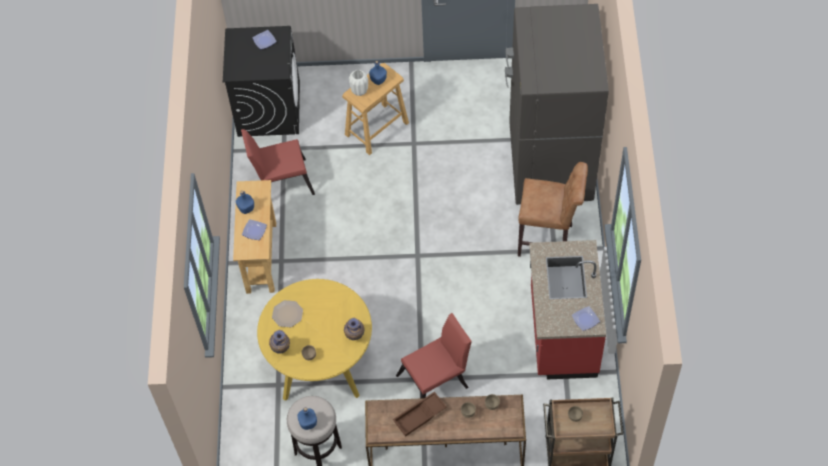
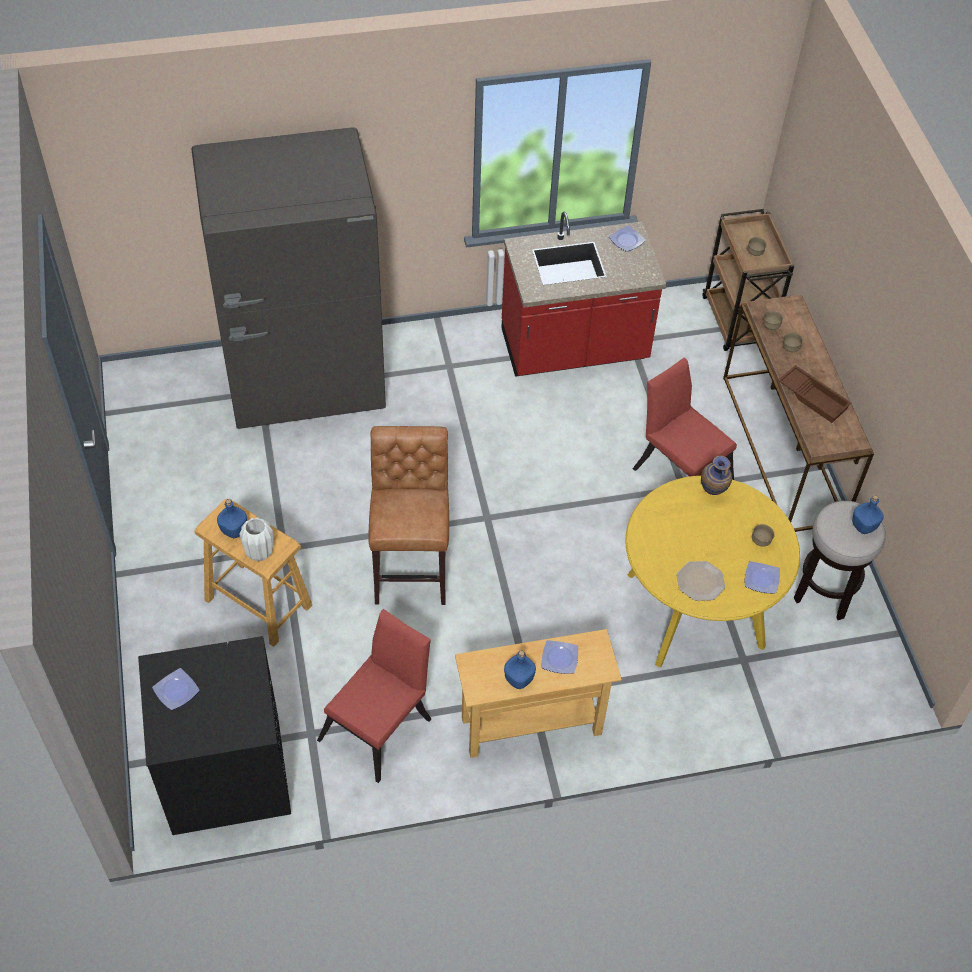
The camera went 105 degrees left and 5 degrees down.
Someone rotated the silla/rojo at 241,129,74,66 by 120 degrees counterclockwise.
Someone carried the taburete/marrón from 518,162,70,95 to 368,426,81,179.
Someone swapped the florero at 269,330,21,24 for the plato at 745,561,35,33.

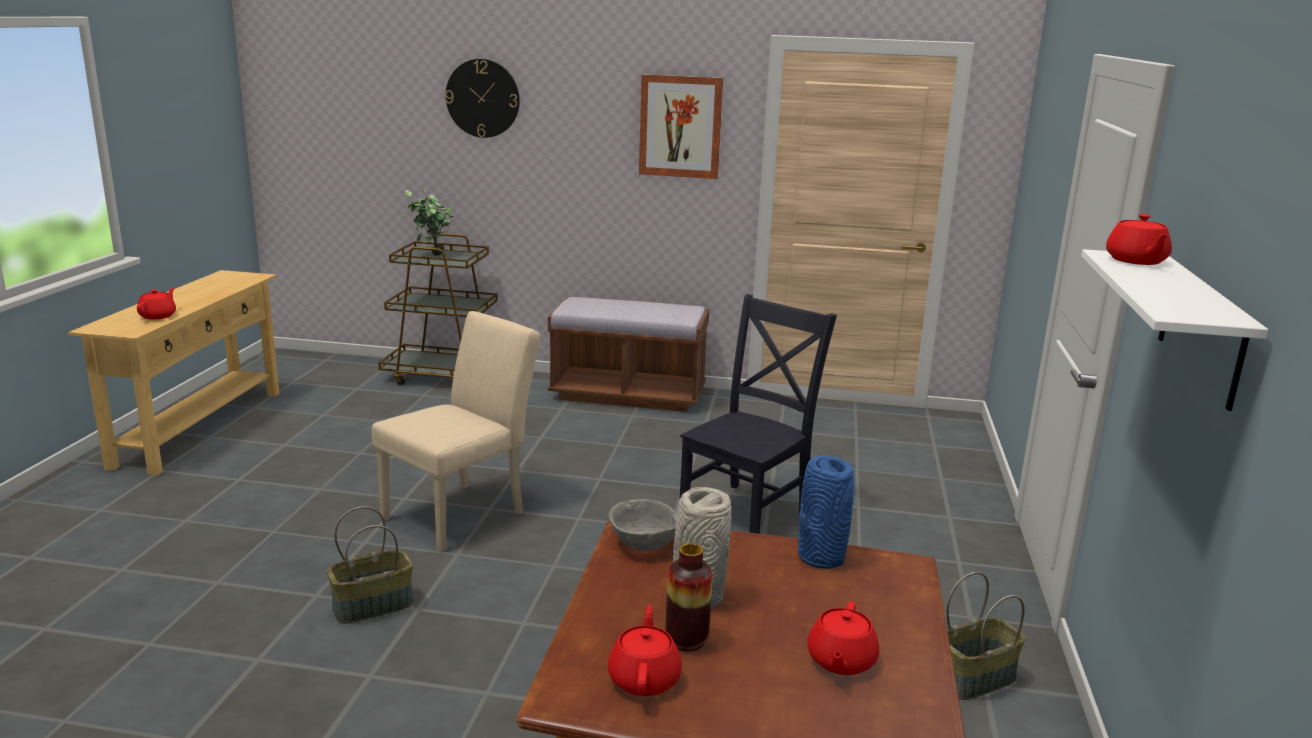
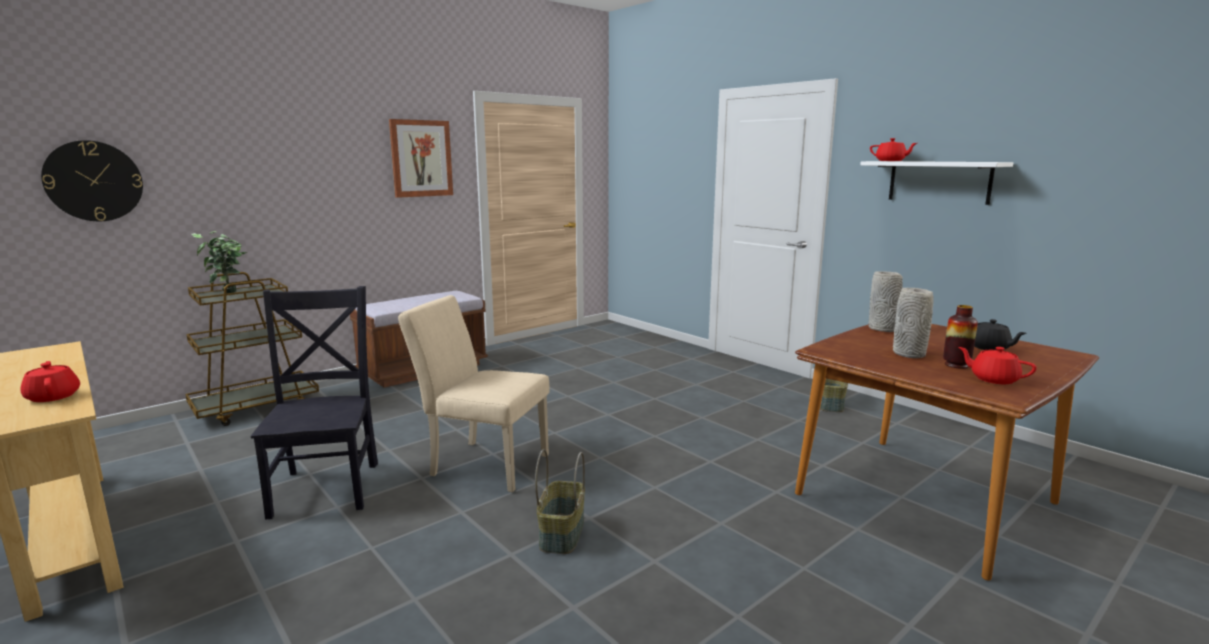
The camera went 50 degrees left and 5 degrees down.
Someone carried the reloj de pared from 445,59,75,79 to 41,140,102,81.
Someone carried the silla/negro from 679,294,158,240 to 251,286,127,234.
Someone rotated the silla/beis at 371,311,169,241 by 60 degrees counterclockwise.
Someone repainted the florero/azul at 798,456,56,113, which became the florero/gris at 869,271,34,61.
Someone took away the cuenco/gris at 609,499,69,52.
Someone repainted the tetera/rojo at 807,602,72,73, which became the tetera/negro at 974,319,53,32.

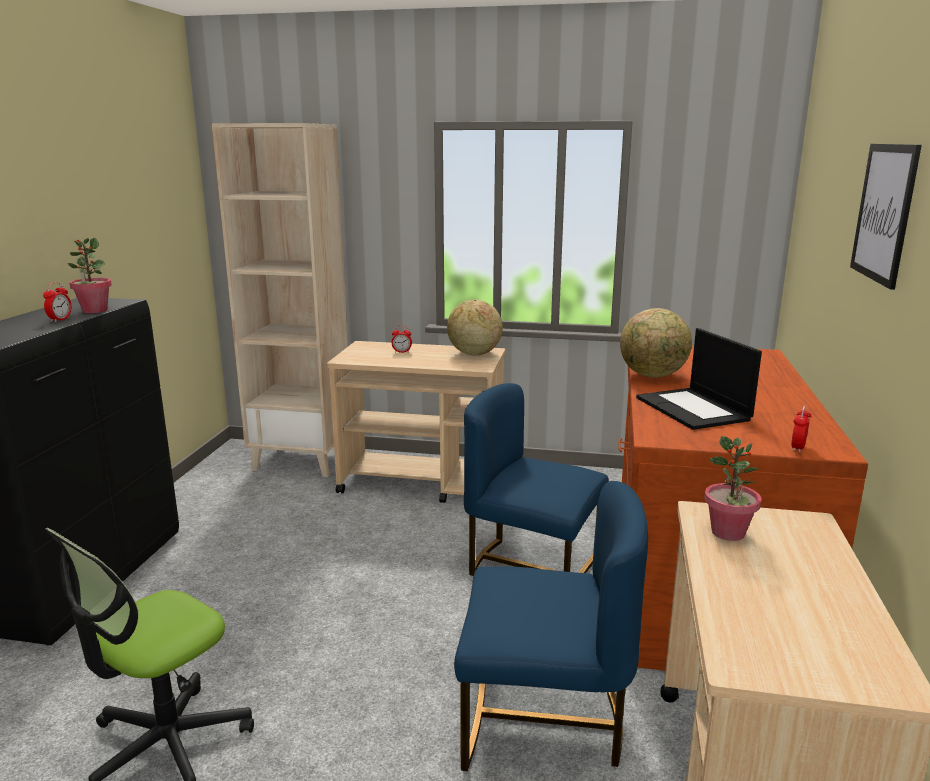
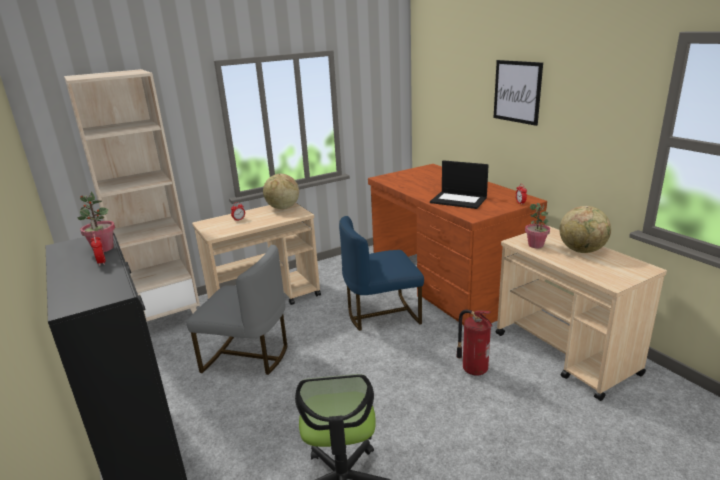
The camera went 40 degrees left and 5 degrees up.
Someone carried the globo terráqueo from 620,308,72,70 to 559,206,52,47.
Someone swapped the silla/azul at 454,481,194,290 for the extintor at 456,310,36,66.
Someone put down the silla/gris at 187,245,100,130.

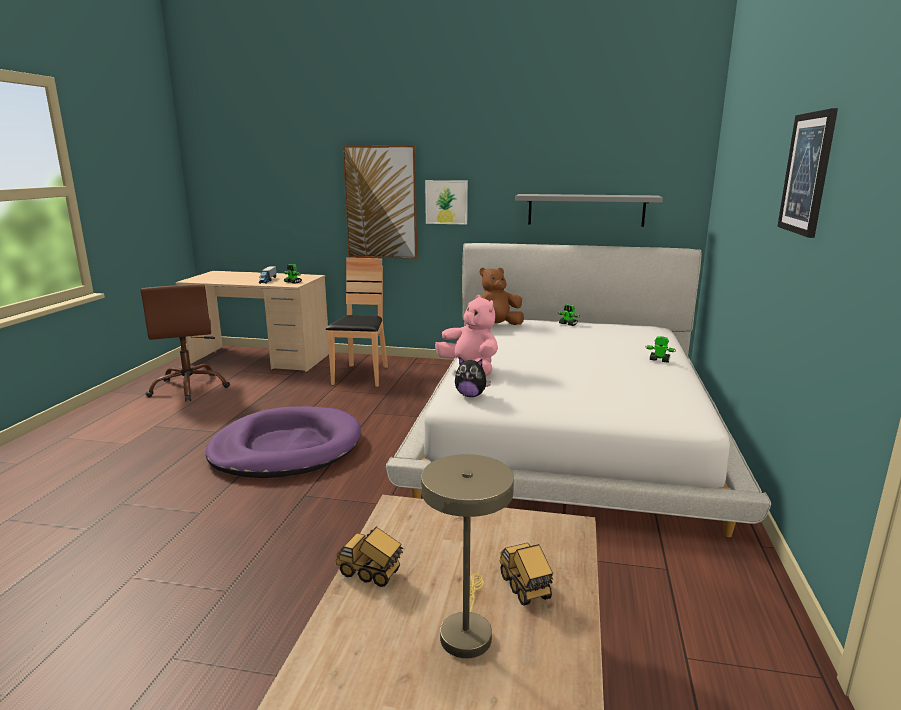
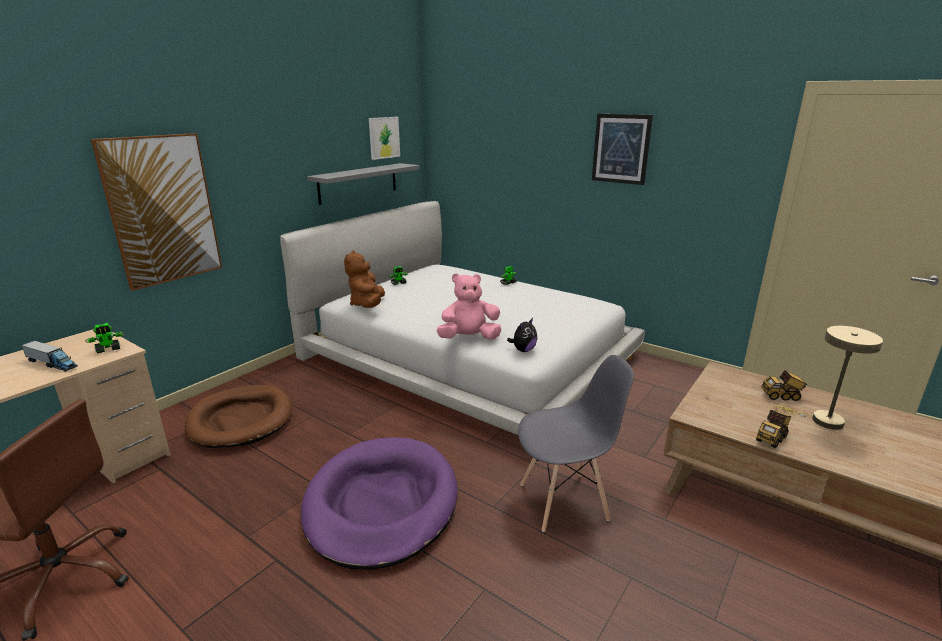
The camera went 65 degrees left and 5 degrees up.
Someone carried the cuadro from 425,180,43,45 to 369,117,31,43.
Someone swapped the silla/marrón at 326,258,62,129 for the cama para perro/marrón at 185,385,107,63.
Someone put down the silla/gris at 518,355,116,177.

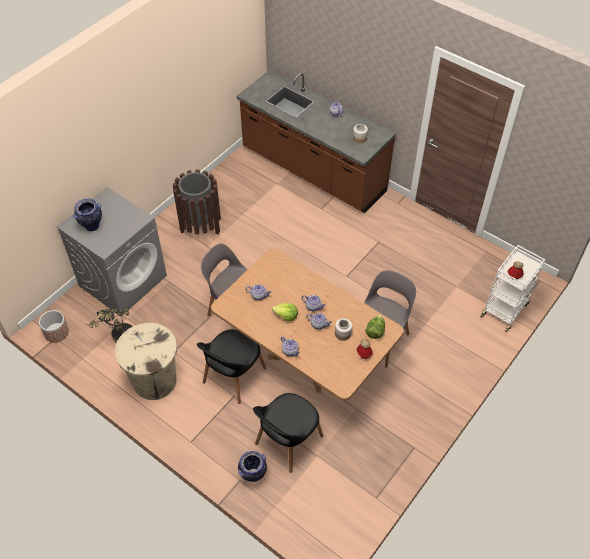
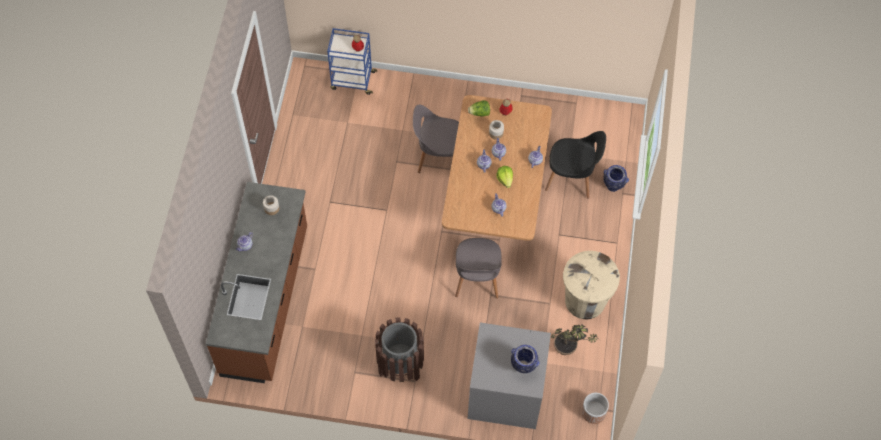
The camera went 120 degrees left and 10 degrees up.
Someone repainted the carrito/blanco at 480,245,65,87, which became the carrito/azul at 327,28,50,67.
Someone took away the silla/negro at 197,330,69,74.

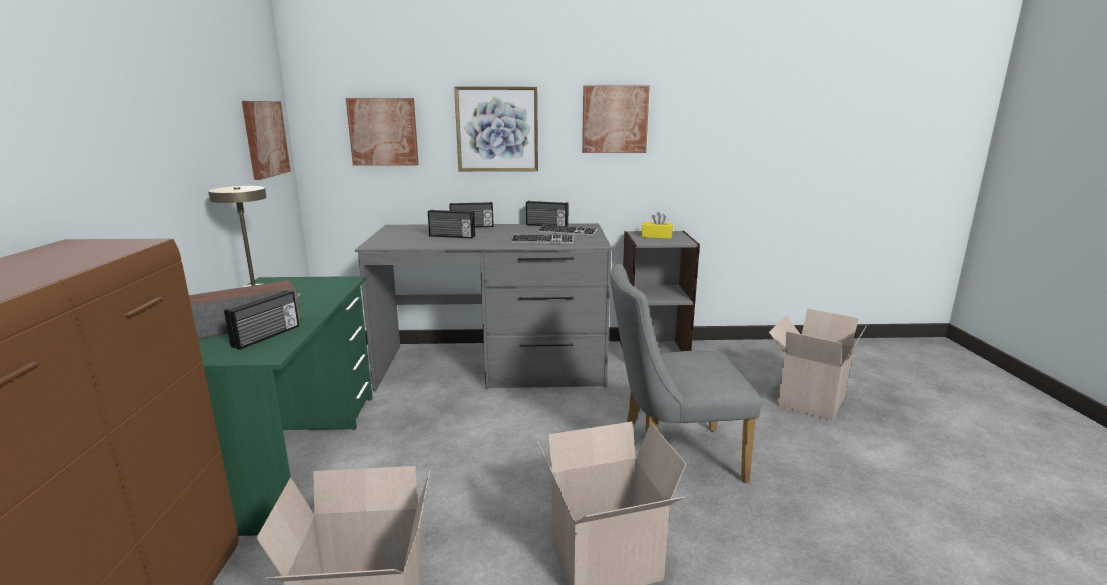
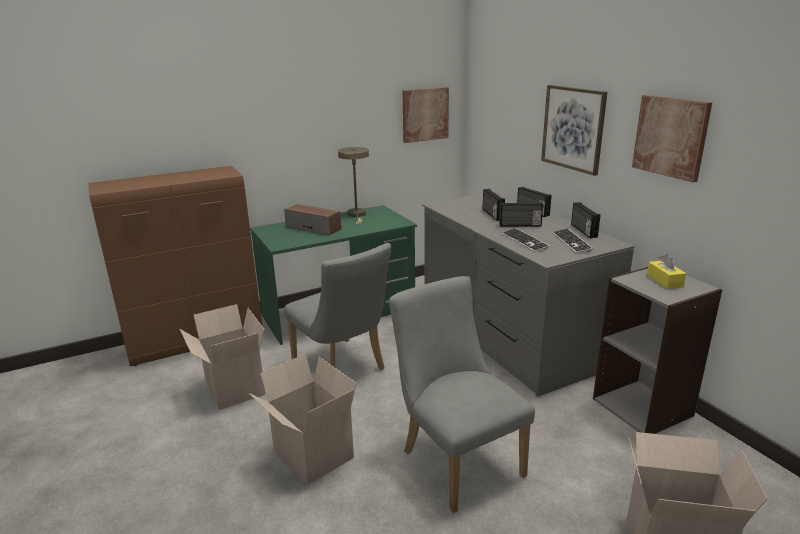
The camera went 65 degrees right and 5 degrees up.
Someone took away the cuadro at 346,98,73,68.
Someone carried the radio from 224,290,75,60 to 500,202,43,25.
Someone put down the silla/gris at 284,243,107,127.

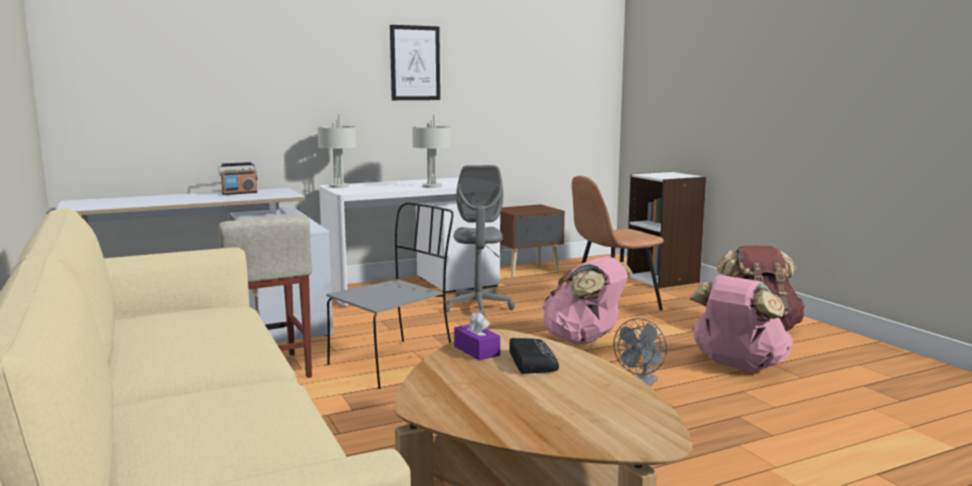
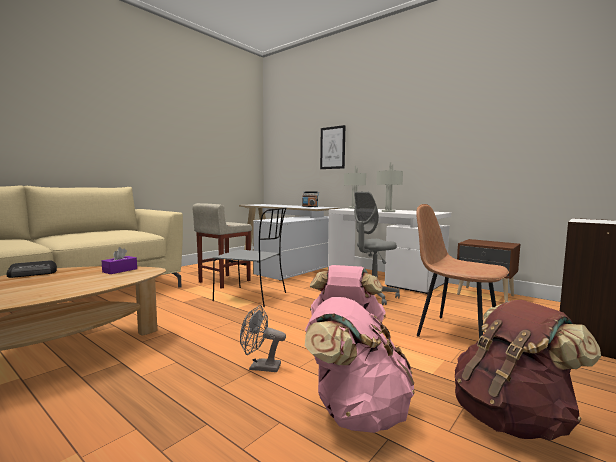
The camera went 65 degrees right and 5 degrees down.
Someone carried the cuadro from 390,25,50,75 to 320,125,25,44.
Someone carried the radio from 509,338,50,36 to 7,261,50,17.

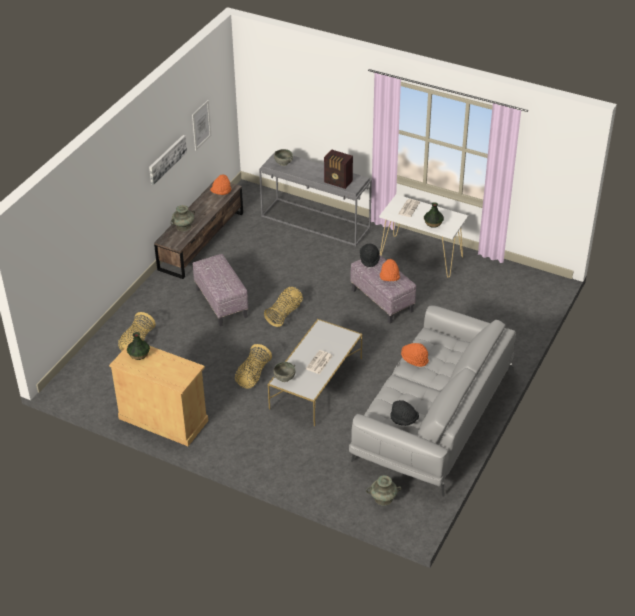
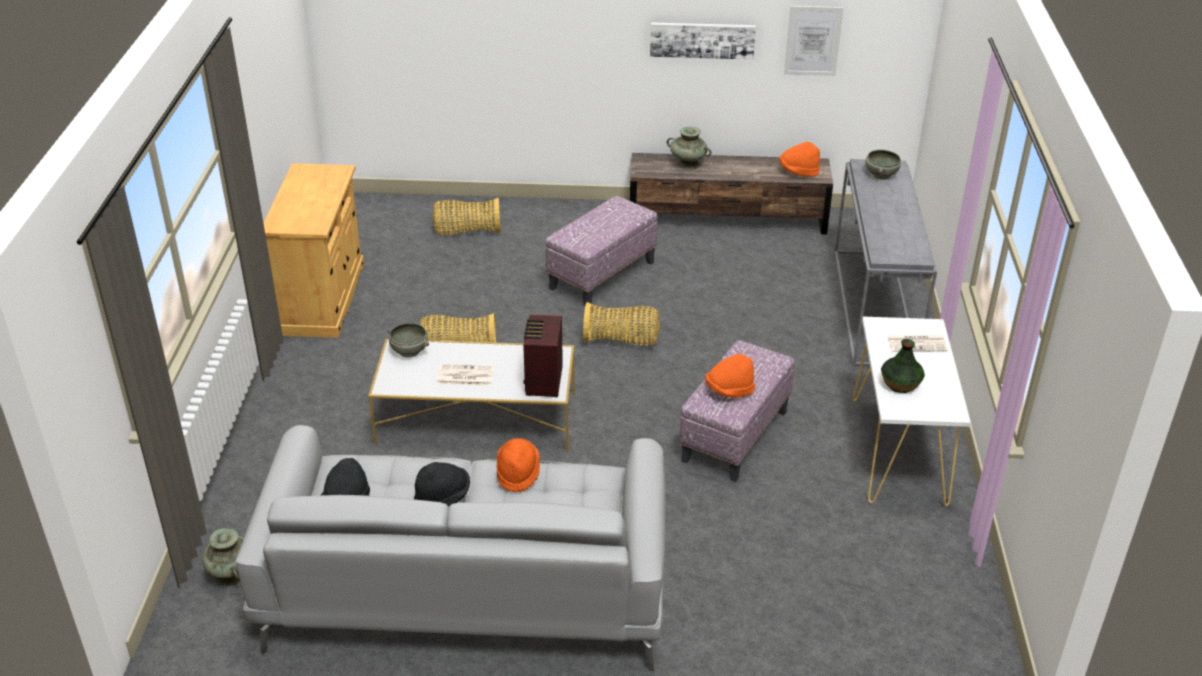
The camera went 65 degrees right and 5 degrees down.
Someone carried the radio from 324,149,29,40 to 523,314,40,83.
Someone carried the sombrero/negro from 360,243,20,24 to 414,462,56,45.
Someone took away the florero at 127,332,23,28.

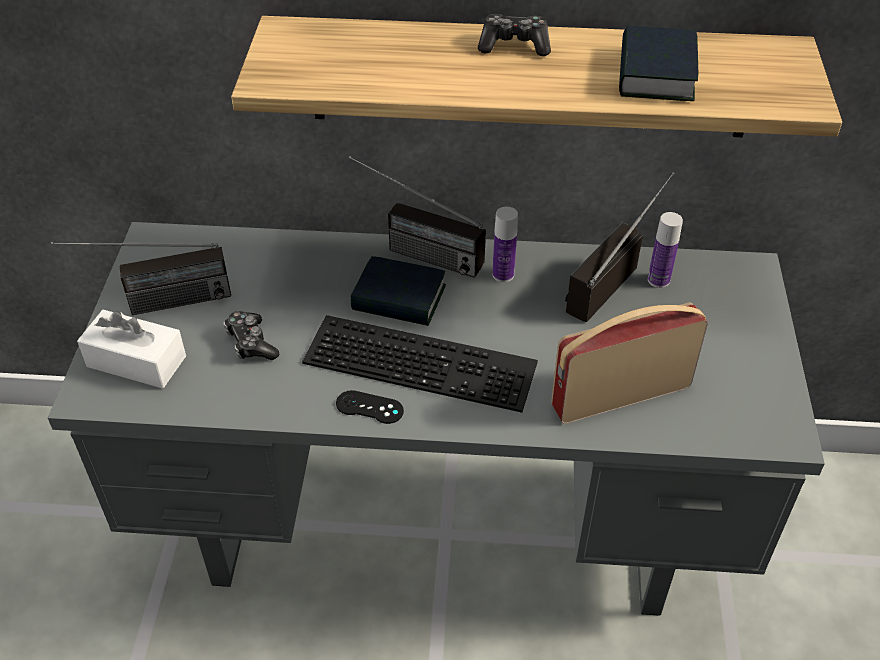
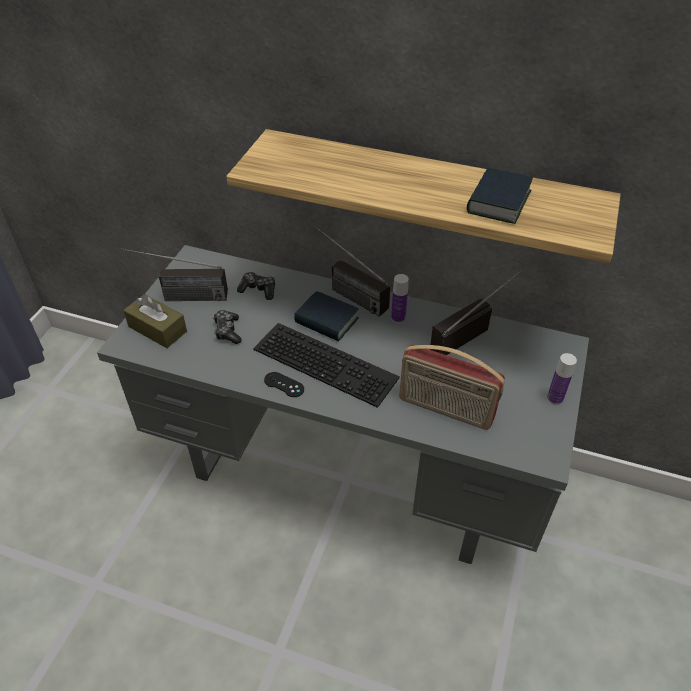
The camera went 15 degrees right and 0 degrees up.
Someone carried the mando de consola from 478,14,73,42 to 237,272,38,28.
Someone carried the botella from 648,212,35,76 to 547,353,30,52.
Someone rotated the radio at 551,303,157,121 by 150 degrees counterclockwise.
Someone repainted the caja de pañuelos/blanco at 77,310,109,78, which became the caja de pañuelos/marrón at 123,294,64,54.

